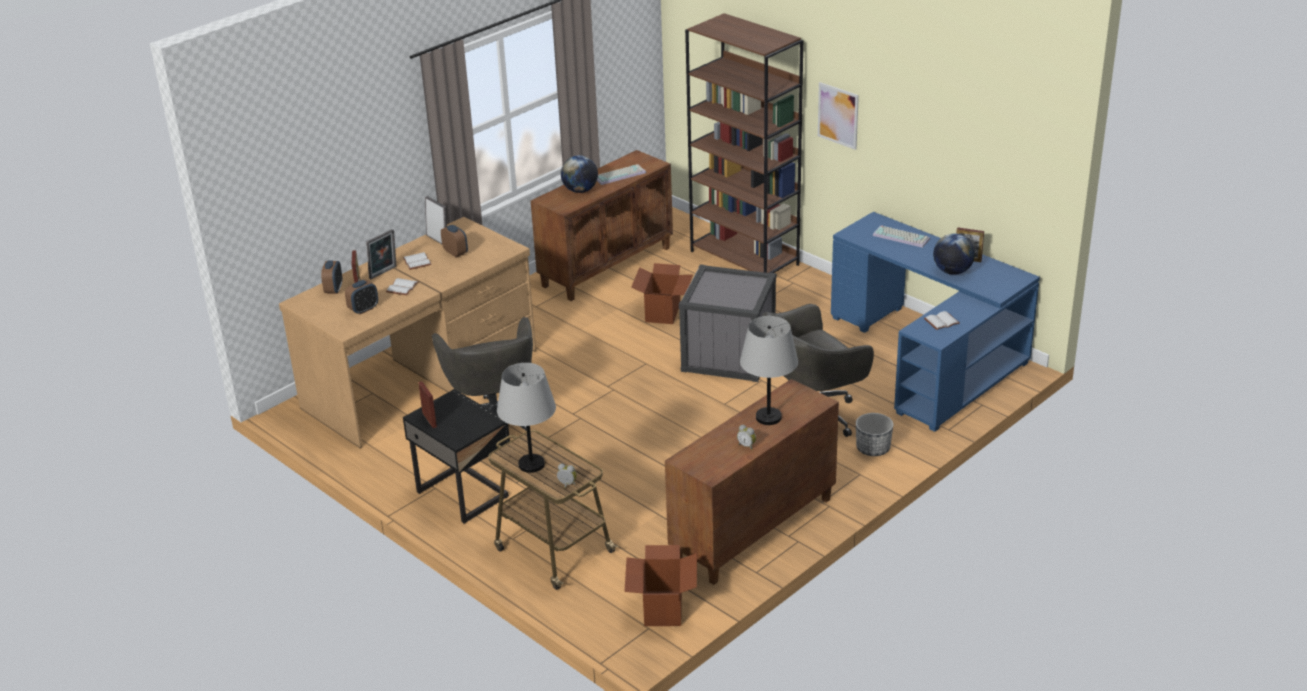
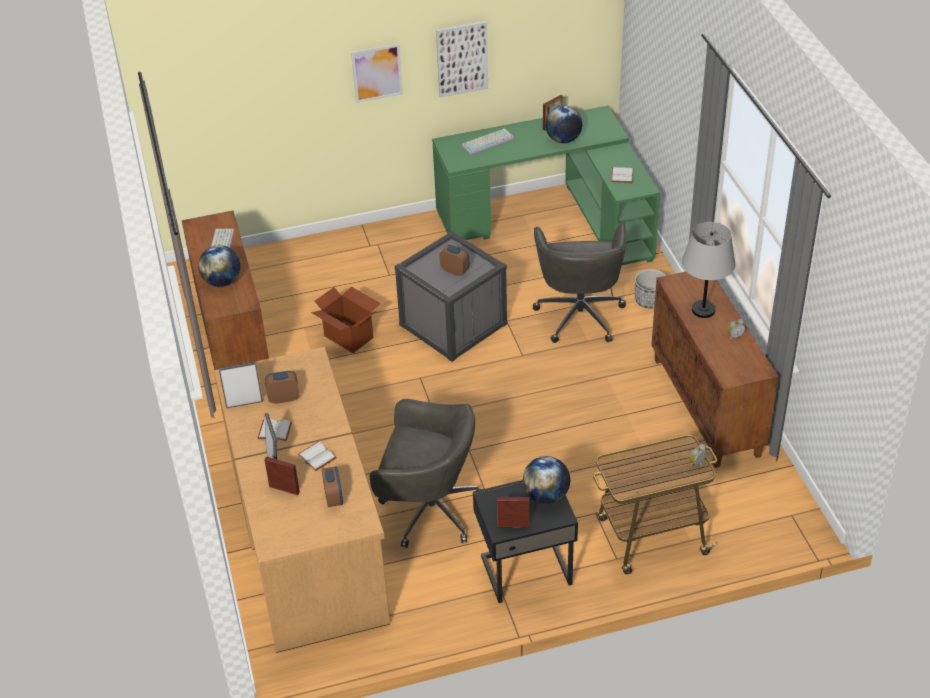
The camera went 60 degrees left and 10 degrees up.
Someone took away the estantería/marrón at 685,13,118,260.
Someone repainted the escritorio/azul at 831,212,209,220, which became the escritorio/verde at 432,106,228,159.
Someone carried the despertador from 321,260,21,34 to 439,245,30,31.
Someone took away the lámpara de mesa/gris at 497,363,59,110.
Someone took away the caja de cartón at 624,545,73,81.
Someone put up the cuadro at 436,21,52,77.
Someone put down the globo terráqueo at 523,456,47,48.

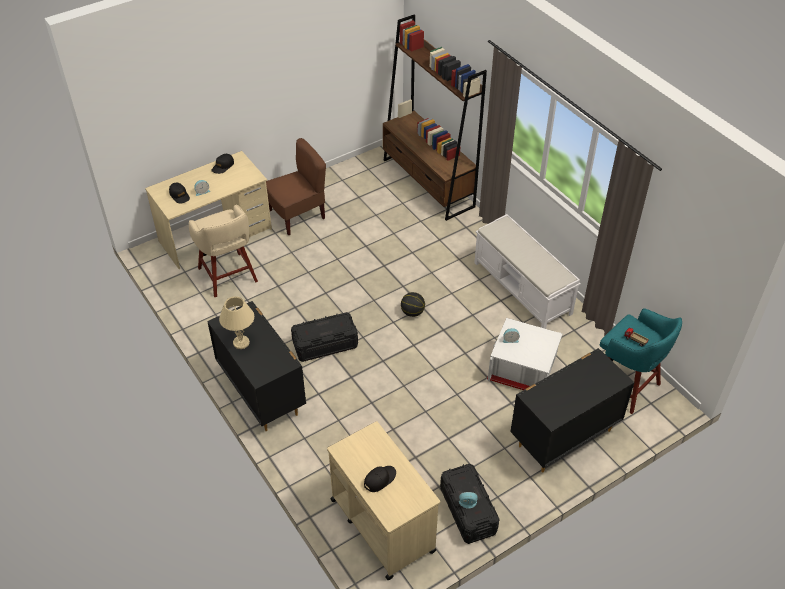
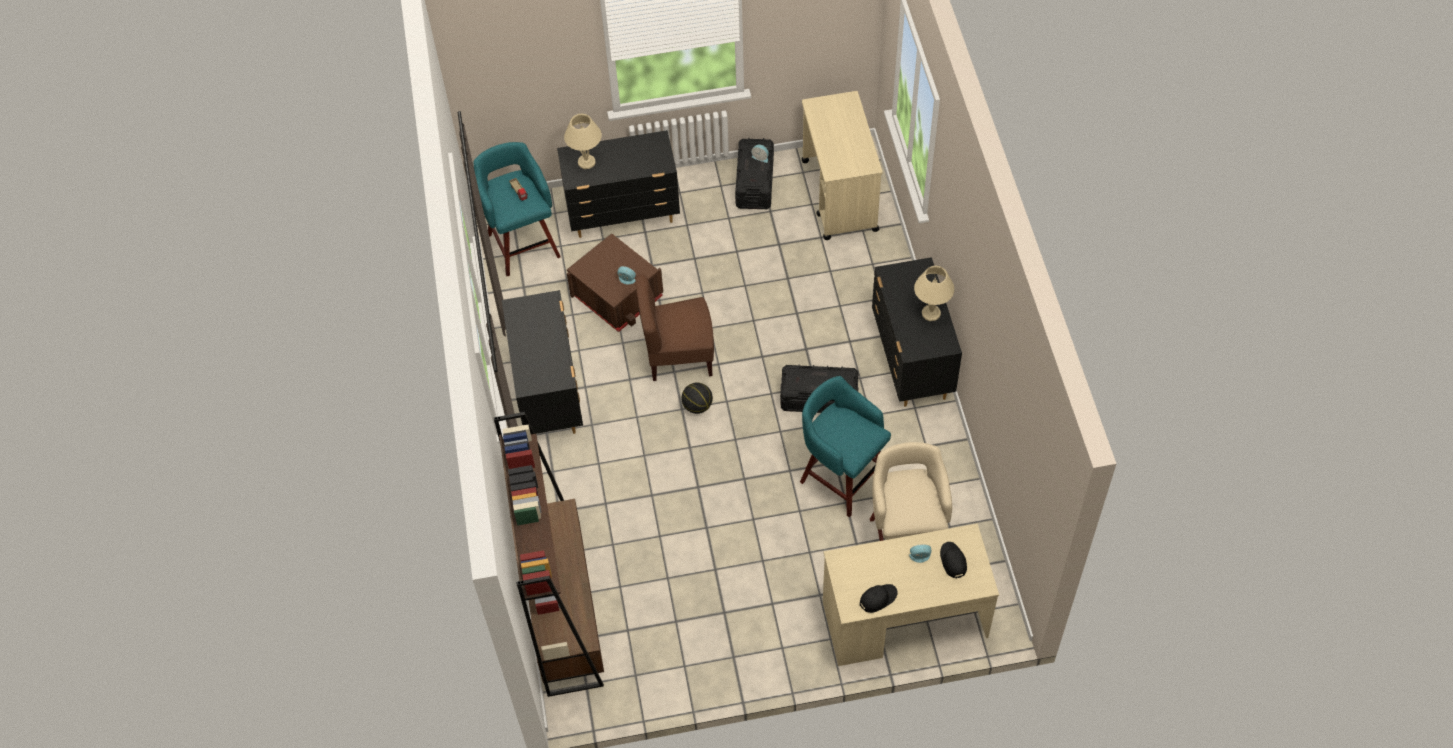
The camera went 155 degrees left and 10 degrees up.
Someone carried the silla/marrón from 266,138,60,97 to 635,274,79,107.
Someone swapped the banco/blanco at 474,214,107,115 for the cómoda/negro at 502,290,81,144.
Someone repainted the caja de almacenaje/blanco at 487,318,76,72, which became the caja de almacenaje/marrón at 567,233,96,99.
Someone took away the gorra/negro at 364,466,32,26.
Someone put down the lámpara de mesa/beis at 564,114,38,55.
Someone put down the taburete/turquesa at 800,376,91,141.

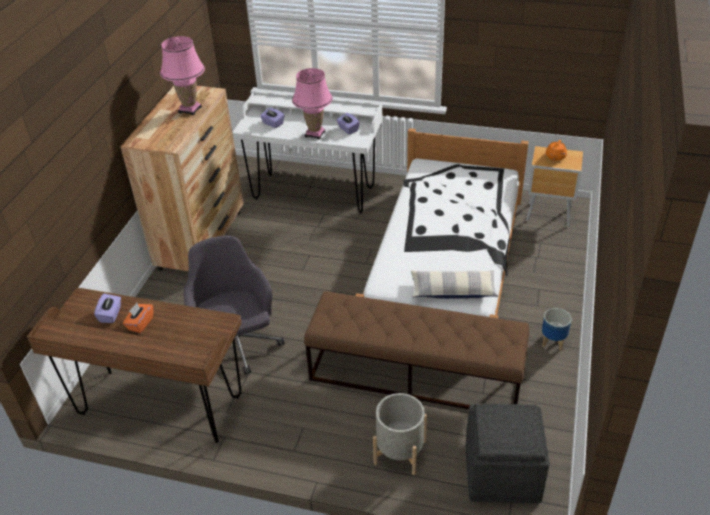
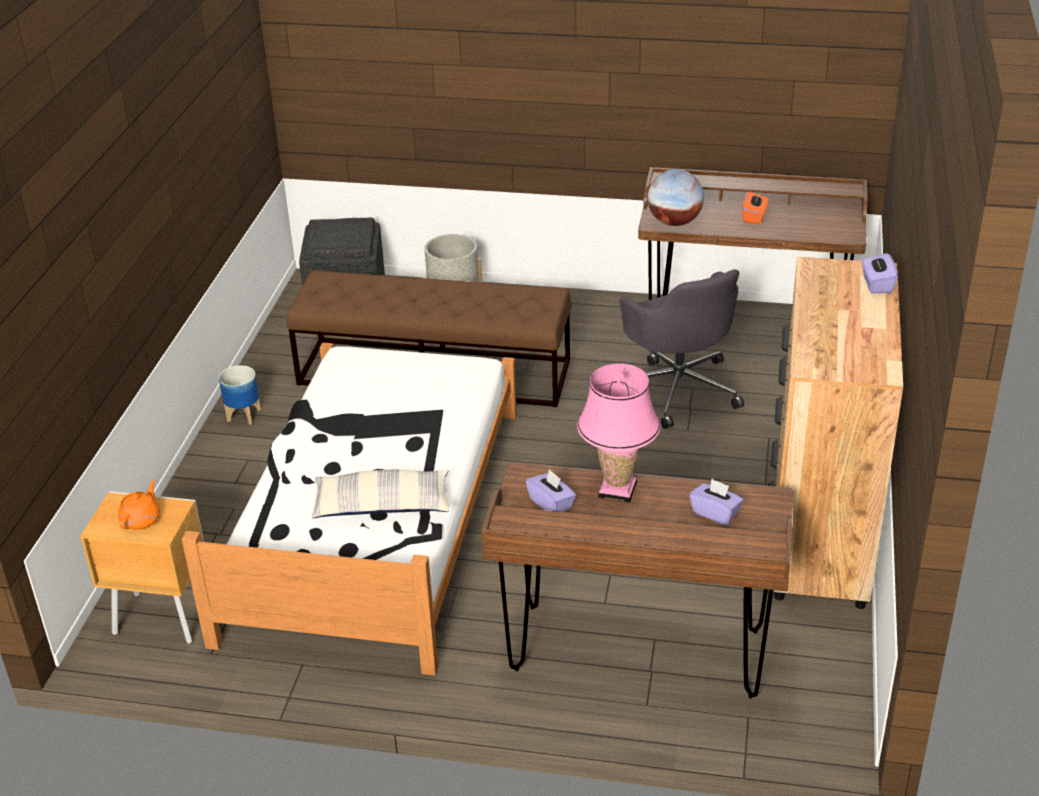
The camera went 175 degrees right and 5 degrees down.
Someone took away the lámpara de mesa/rosa at 160,36,45,79.
Someone repainted the escritorio/blanco at 233,91,150,123, which became the escritorio/marrón at 481,462,312,236.
Someone carried the cojín from 411,270,87,29 to 312,469,137,49.
Someone carried the caja de pañuelos/morado from 94,294,27,29 to 862,251,36,42.
Someone put down the globo terráqueo at 648,169,56,57.

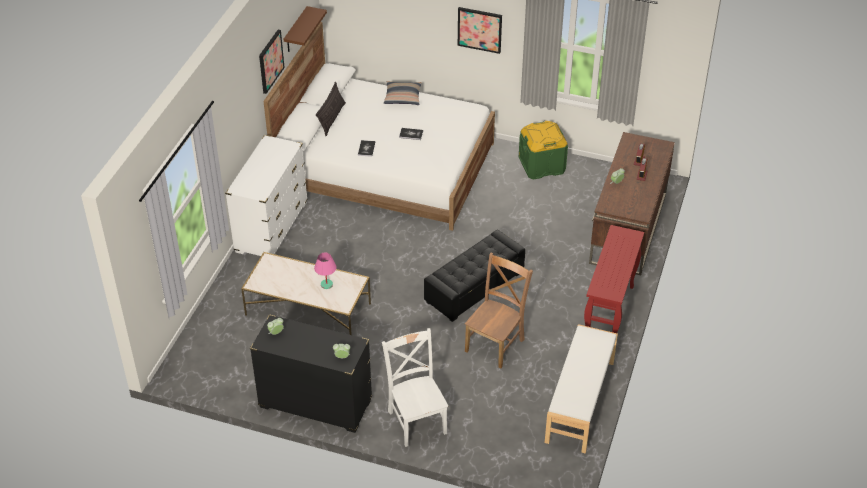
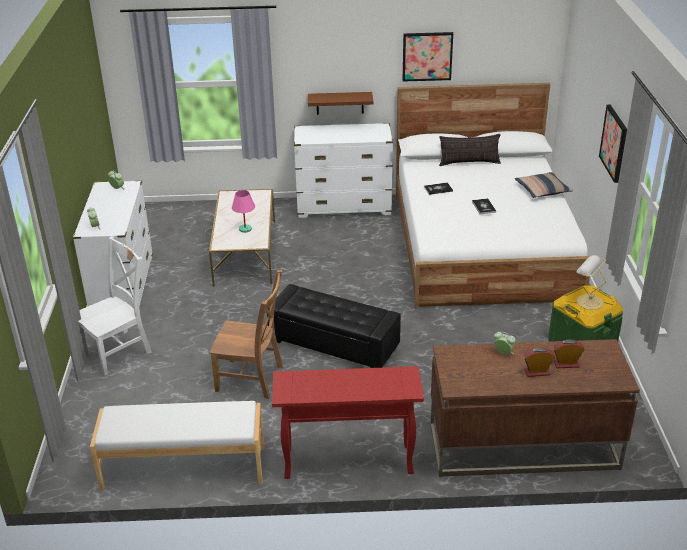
The camera went 70 degrees right and 10 degrees down.
Someone carried the estante/marrón from 284,6,43,46 to 308,92,65,23.
Someone repainted the cómoda/negro at 250,314,122,119, which became the cómoda/blanco at 73,180,80,129.
Someone put down the lámpara de mesa at 576,255,30,55.

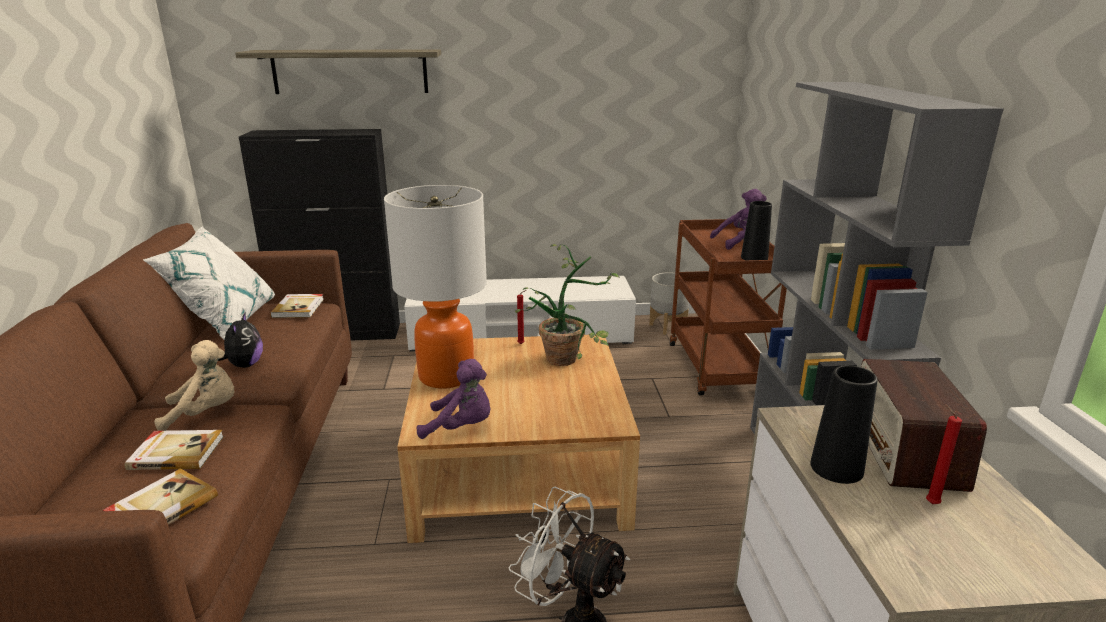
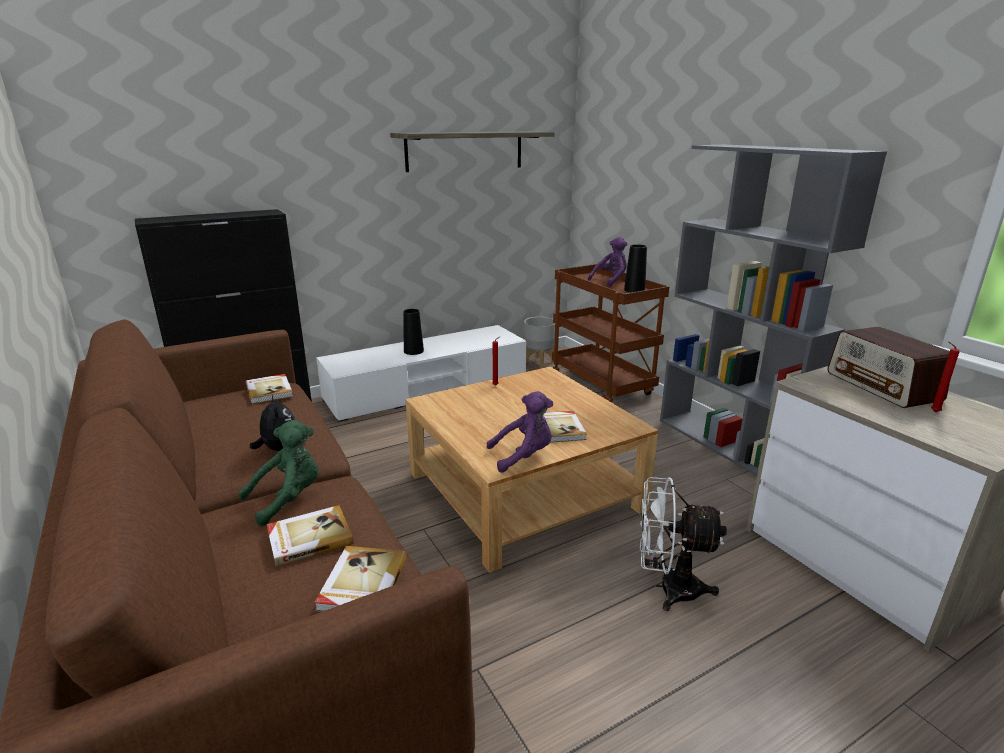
The camera went 25 degrees left and 0 degrees up.
Someone carried the estante from 235,49,206,45 to 390,131,165,41.
Someone took away the lámpara de mesa at 384,185,103,204.
Someone took away the cojín/blanco at 143,227,132,113.
Someone took away the planta en maceta at 515,244,105,122.
Someone repainted the peluche/beis at 154,340,81,91, which became the peluche/verde at 238,420,81,106.
Someone carried the florero/negro from 810,365,68,119 to 403,309,21,46.
Someone put down the libro at 543,411,44,32.

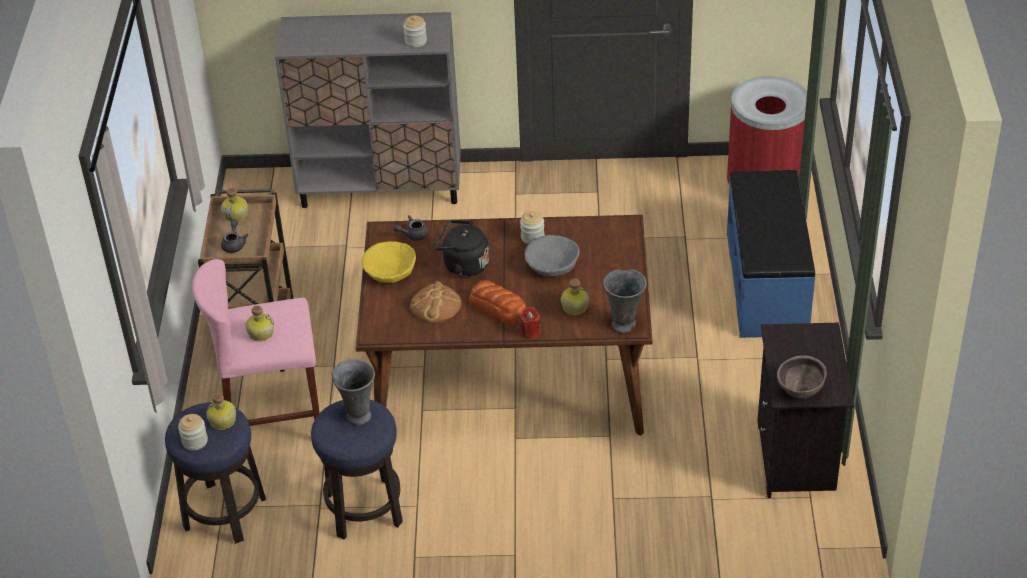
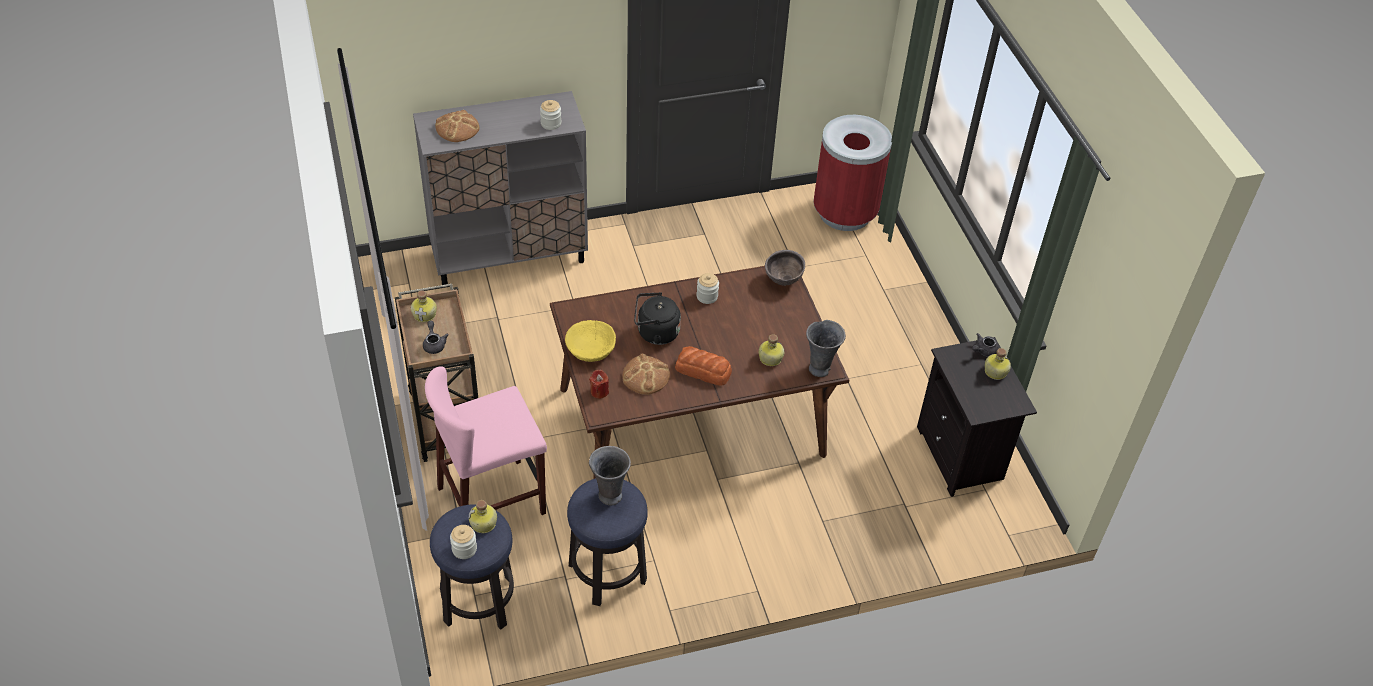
The camera went 20 degrees left and 5 degrees up.
Someone took away the banco/azul at 727,170,89,168.
Someone carried the tetera/gris from 393,215,35,25 to 972,333,27,24.
Someone took away the cuenco/gris at 524,235,56,42.
Someone carried the botella from 245,306,29,35 to 985,348,26,32.
Someone carried the vela/rojo from 520,307,21,32 to 589,370,20,29.
Someone carried the cuenco/marrón from 777,355,50,44 to 765,250,40,36.
Someone put down the pan at 435,110,44,32.

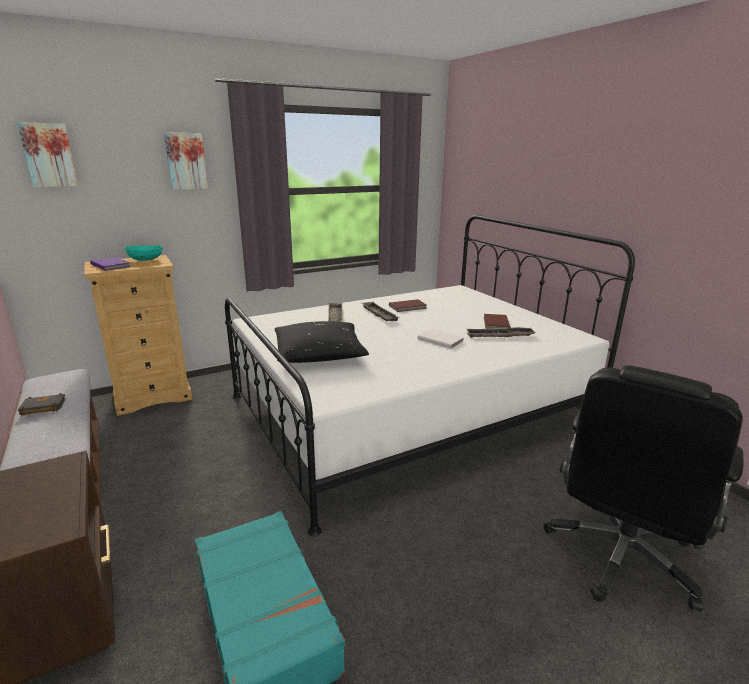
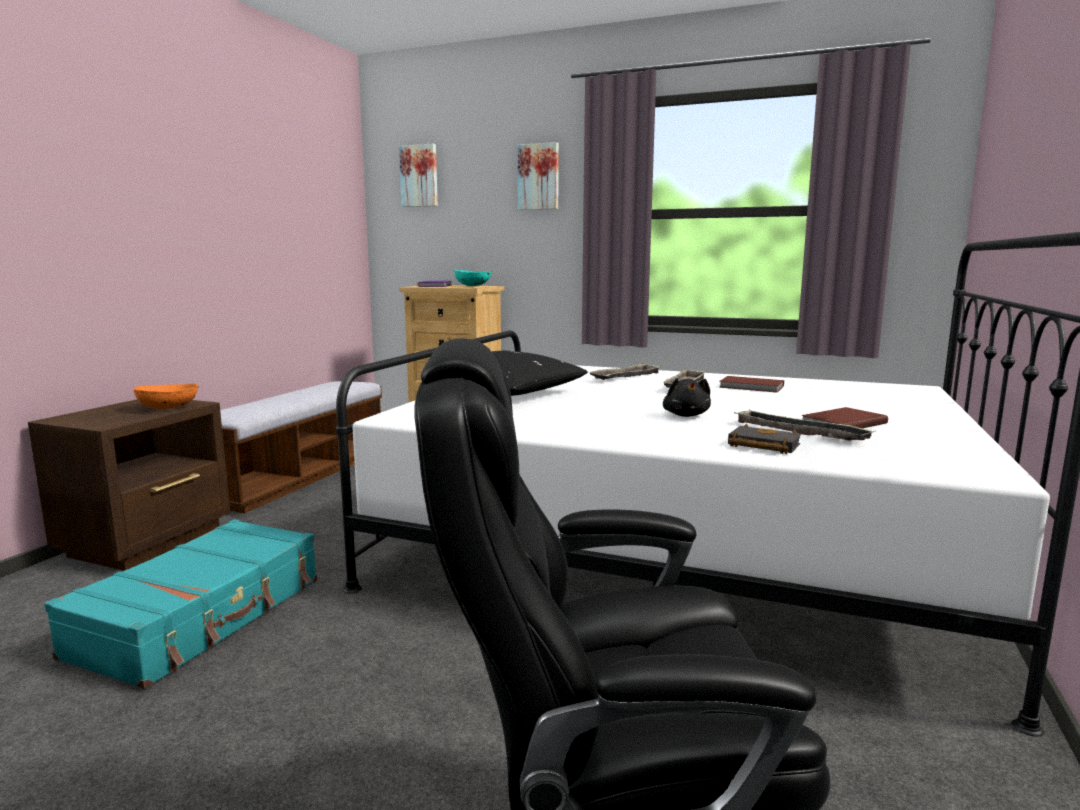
The camera went 50 degrees right and 10 degrees down.
Someone swapped the libro/blanco at 417,329,47,20 for the peluche/negro at 663,378,48,39.
Someone carried the libro/negro from 18,393,48,23 to 728,424,73,30.
Someone put down the cuenco/naranja at 133,383,66,26.

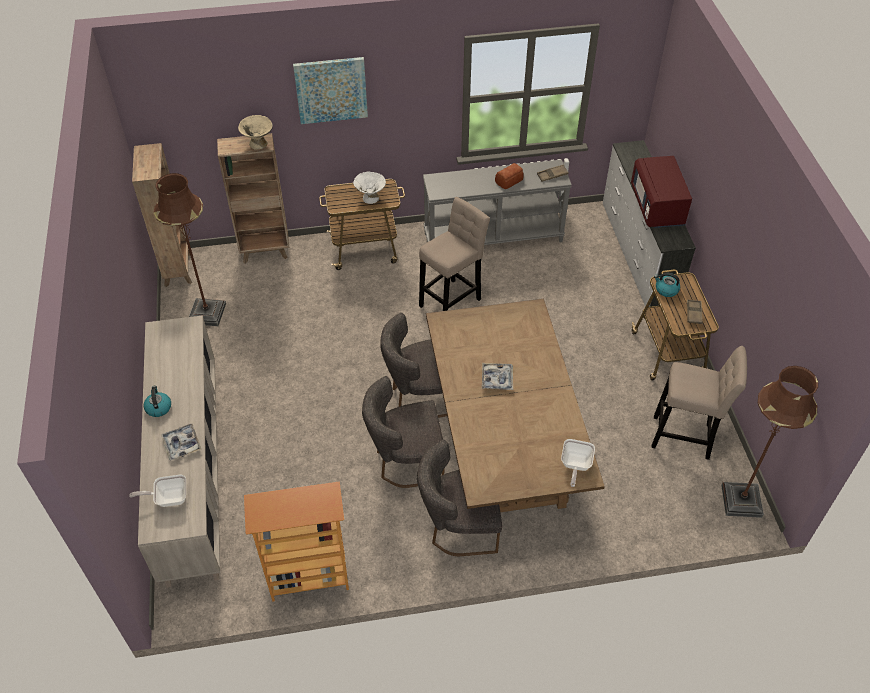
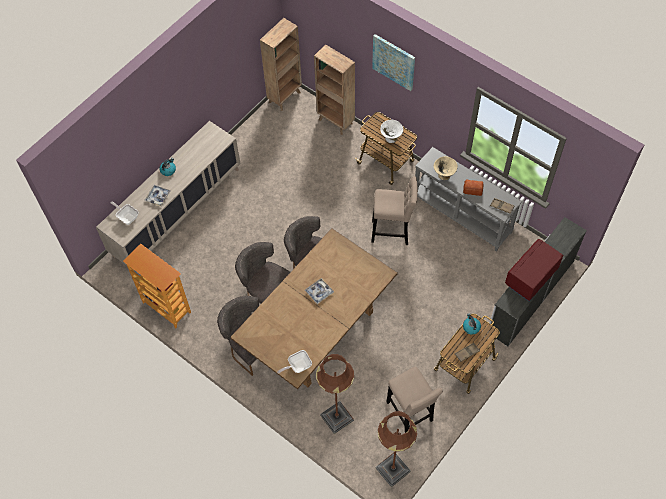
The camera went 50 degrees right and 10 degrees up.
Someone carried the cuenco/beis from 238,115,35,35 to 434,156,24,24.
Someone carried the lámpara de pie/marrón from 154,173,72,153 to 316,354,38,80.

